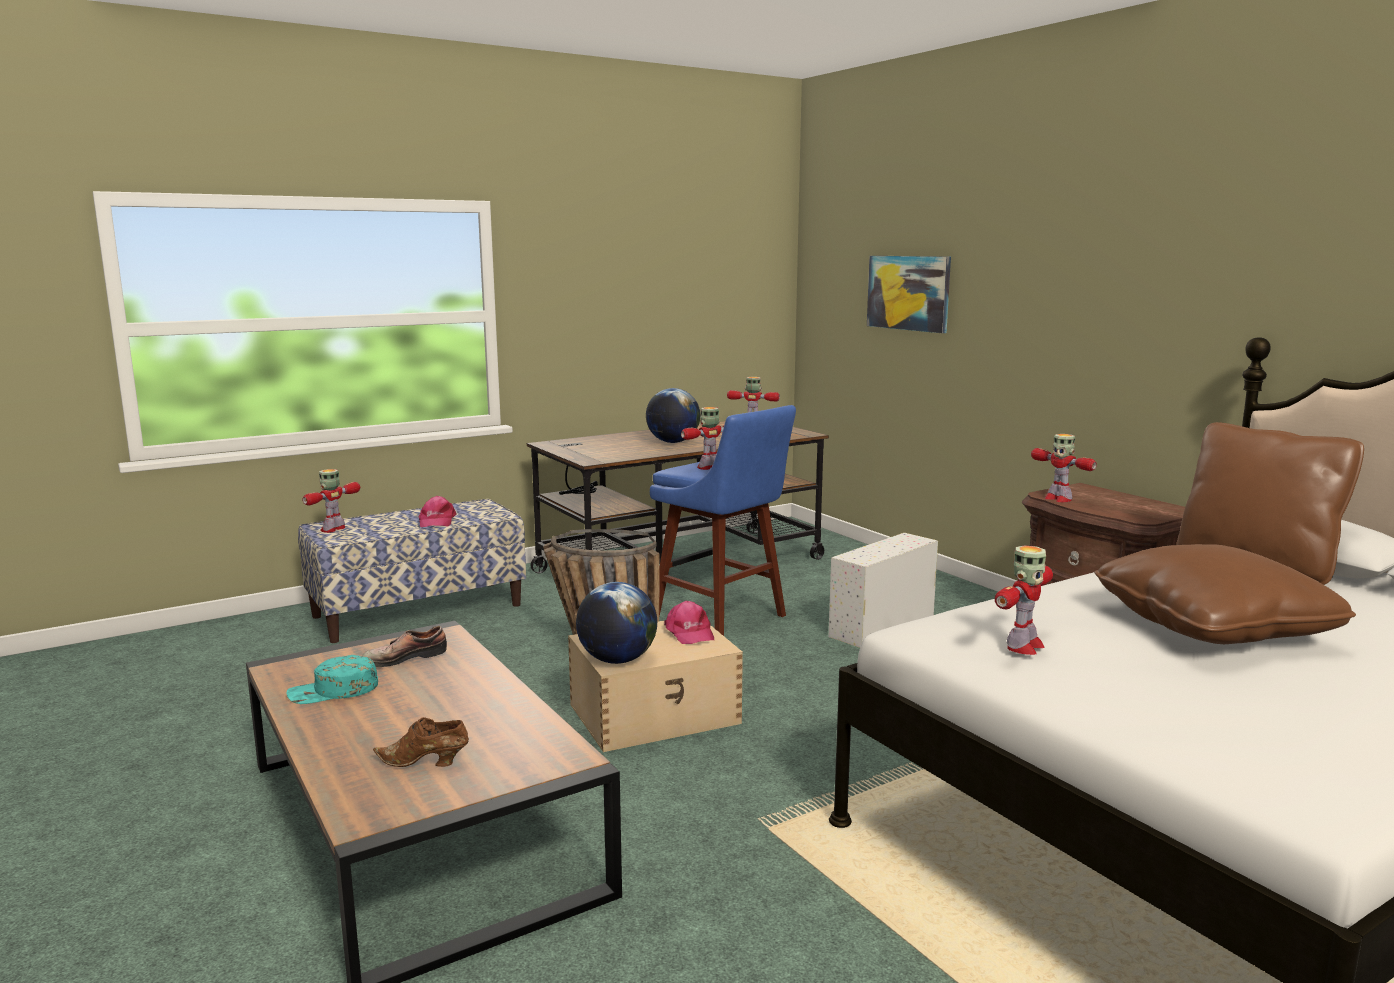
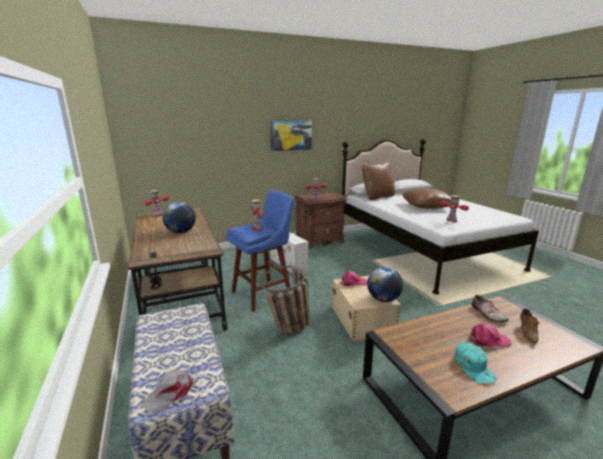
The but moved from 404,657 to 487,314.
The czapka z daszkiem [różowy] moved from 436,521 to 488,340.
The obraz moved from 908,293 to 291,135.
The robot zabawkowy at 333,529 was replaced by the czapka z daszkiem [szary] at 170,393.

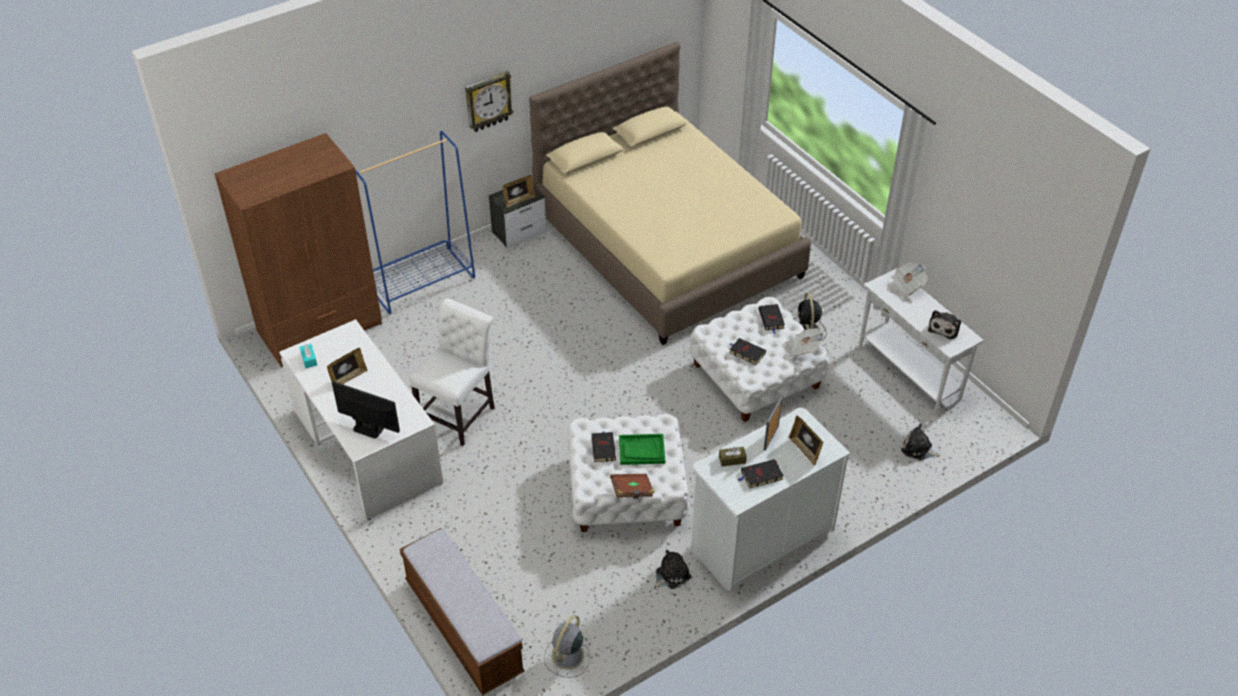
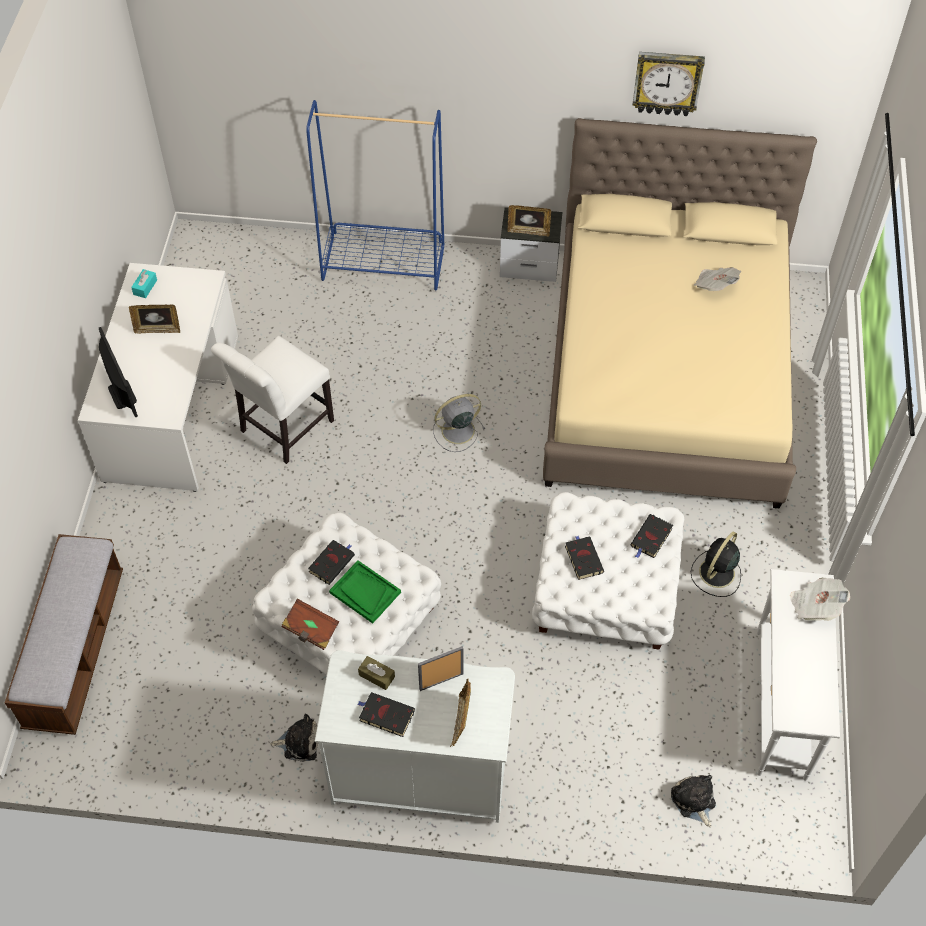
The szafa [brązowy] at 320,328 disappeared.
The pluszak at 944,328 disappeared.
The zegar ścienny moved from 488,101 to 667,82.
The wentylator [szary] moved from 567,656 to 456,431.
The gazeta moved from 802,349 to 715,286.
The krzesło [biały] at 460,414 turned 150 degrees clockwise.

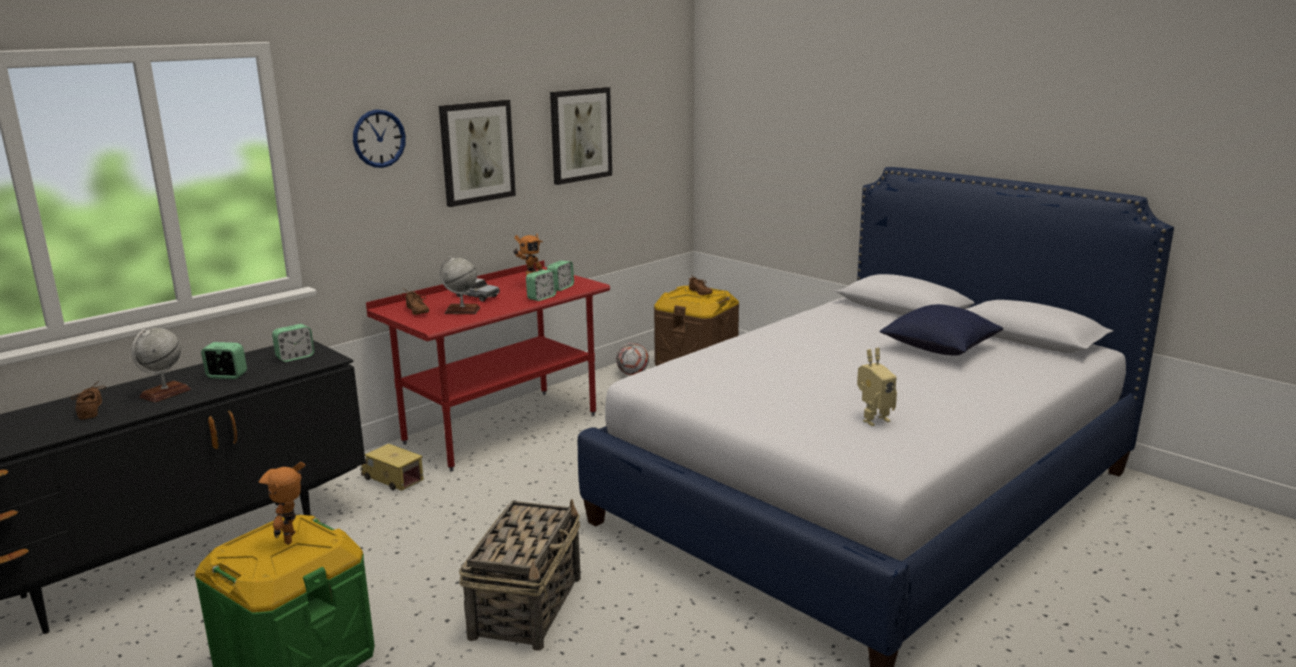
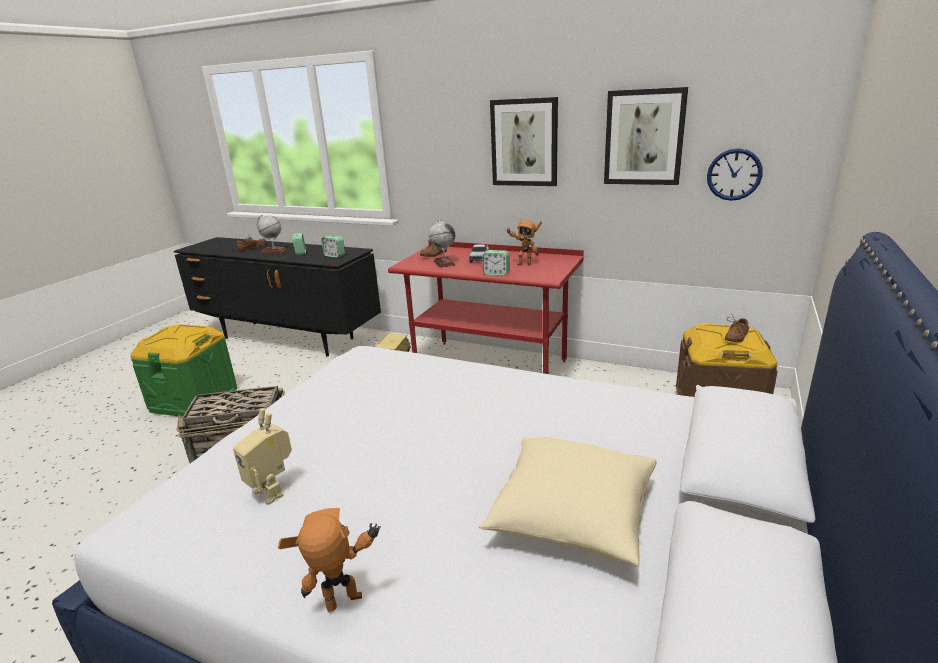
The budzik at 561,288 disappeared.
The piłka futbolowa at 632,374 disappeared.
The robot zabawkowy moved from 294,538 to 346,607.
The zegar ścienny moved from 379,138 to 734,174.
The poduszka [niebieski] at 939,348 became the poduszka [beżowy] at 571,516.

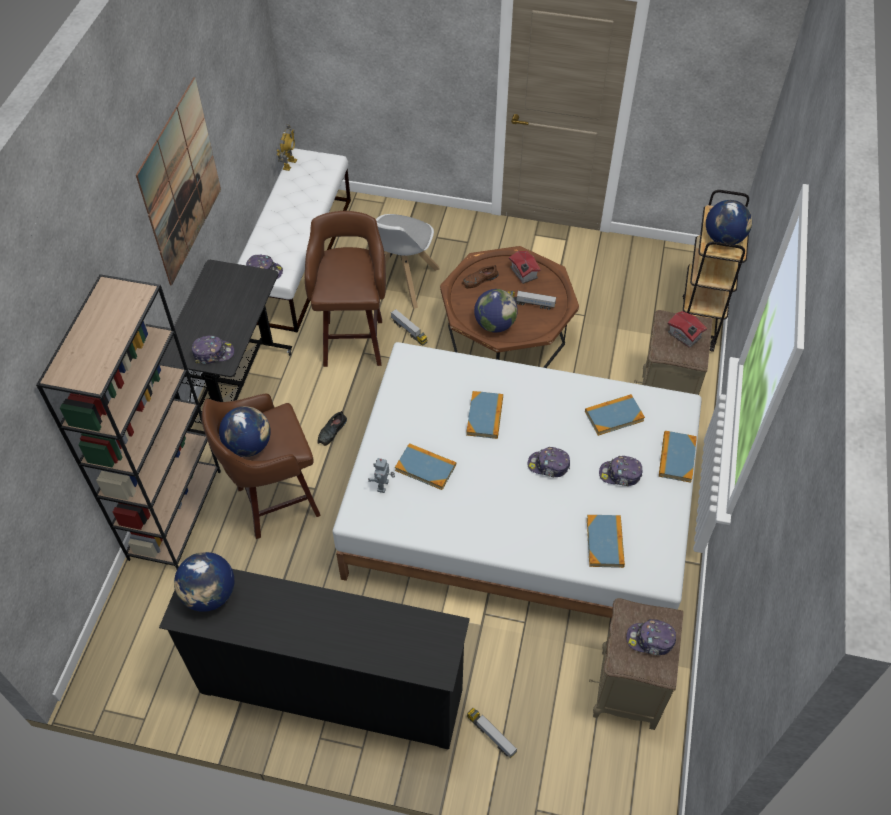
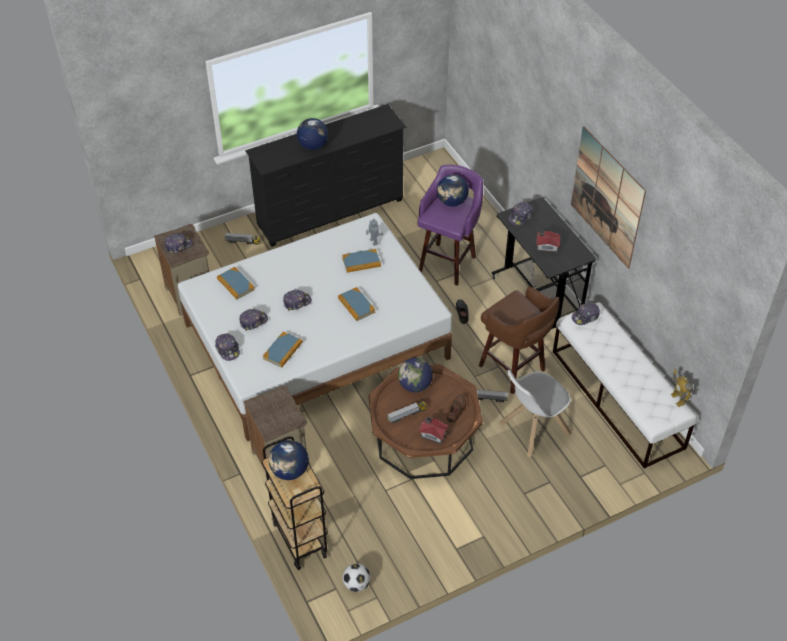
The regał [beżowy] at 175,514 disappeared.
The piłka futbolowa at 356,584 appeared.
The globus moved from 209,595 to 313,146.
The domek moved from 684,336 to 546,246.
The książka at 676,458 was replaced by the czapka z daszkiem at 228,349.
The stołek [brązowy] at 274,503 became the stołek [fioletowy] at 448,262.
The krzesło at 400,281 turned 105 degrees counterclockwise.

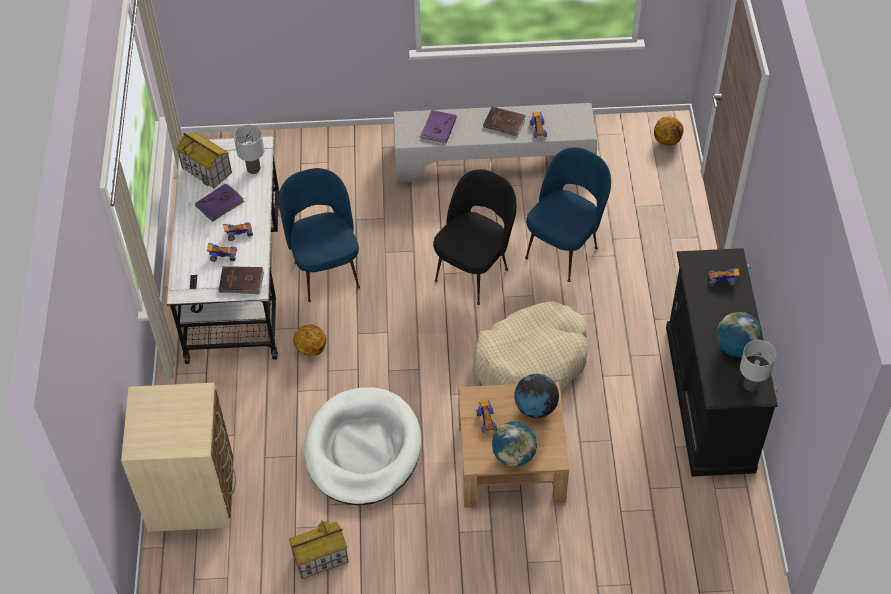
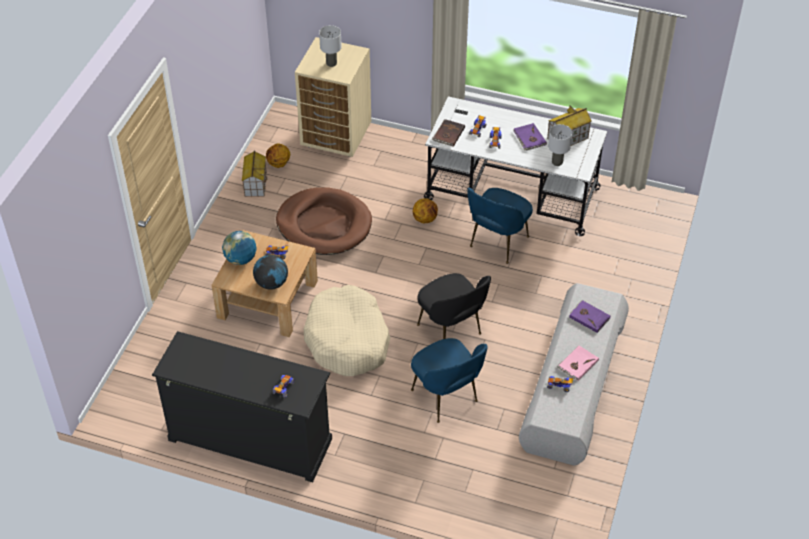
The globus at 735,347 disappeared.
The piłka do koszykówki moved from 667,140 to 278,164.
The lampa stołowa [biały] moved from 750,386 to 331,63.
The legowisko [biały] at 363,449 became the legowisko [brązowy] at 324,224.
The książka [brązowy] at 504,123 became the książka [różowy] at 577,364.
The krzesło [niebieski] at 325,270 turned 120 degrees clockwise.

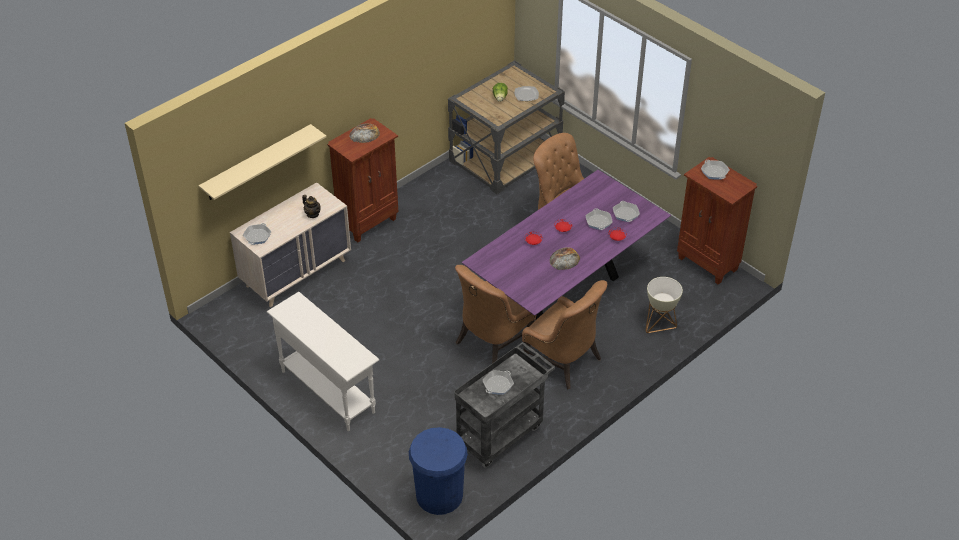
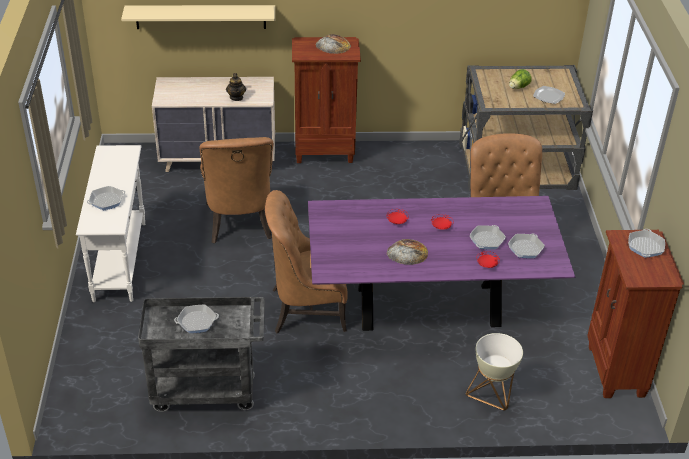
The kosz na śmieci [niebieski] at 439,495 disappeared.
The patelnia moved from 257,236 to 106,201.
The krzesło [brązowy] moved from 563,360 to 239,221.

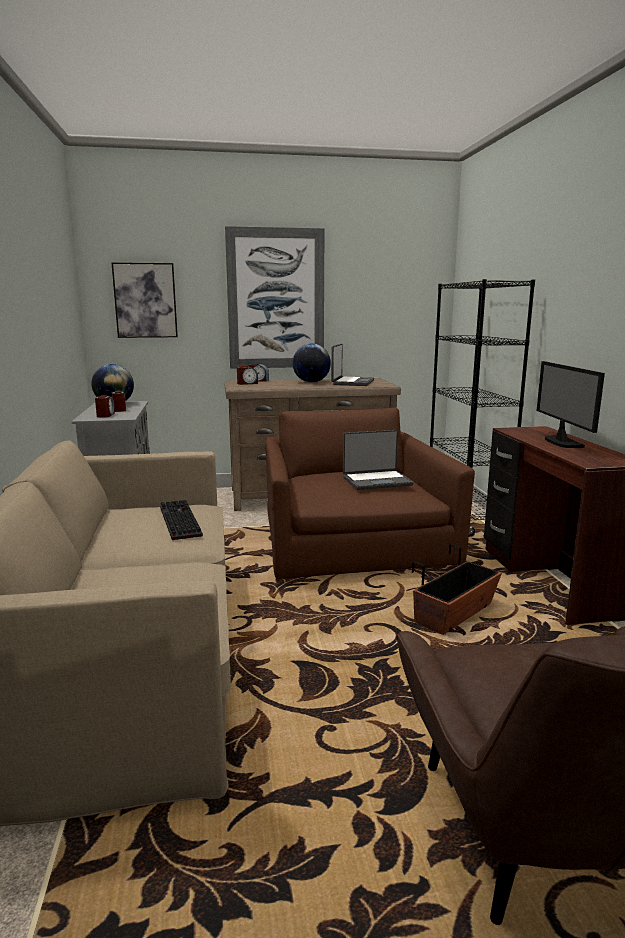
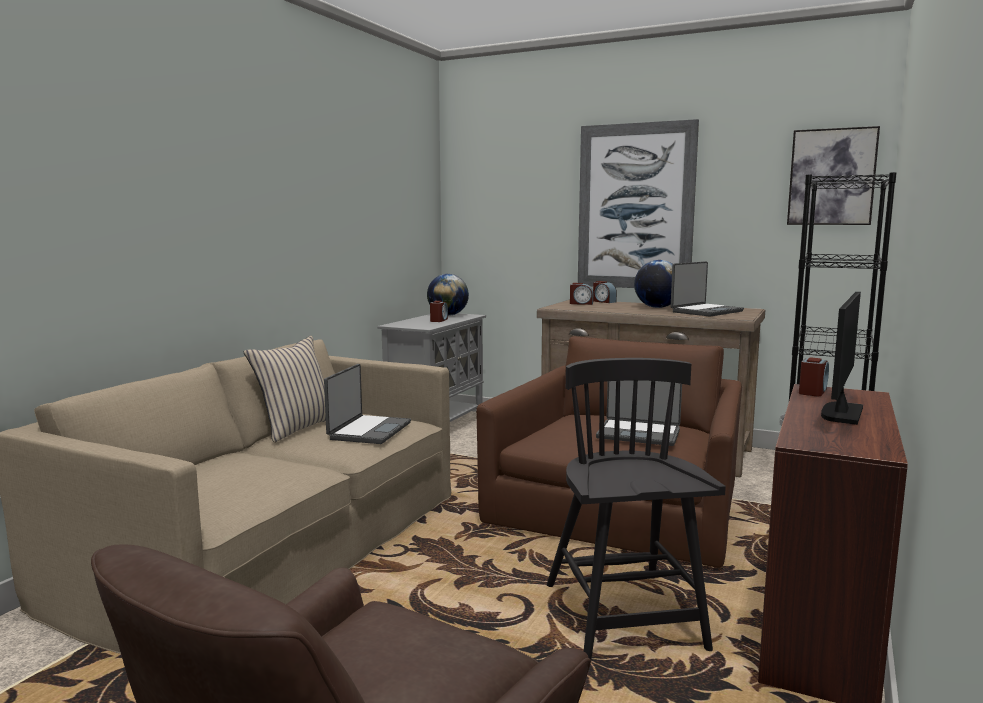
The poduszka [beżowy] at 296,428 appeared.
The budzik moved from 105,415 to 812,391.
The obraz moved from 145,300 to 831,177.
The klawiatura at 178,521 was replaced by the laptop at 368,431.
The donica at 455,614 was replaced by the krzesło [czarny] at 624,618.

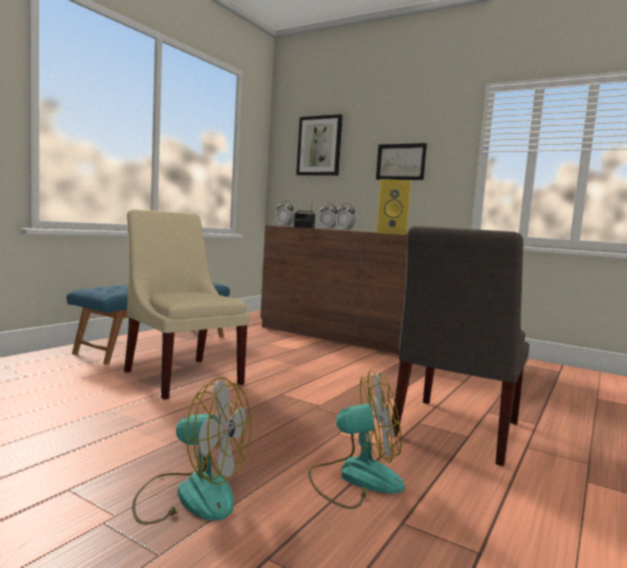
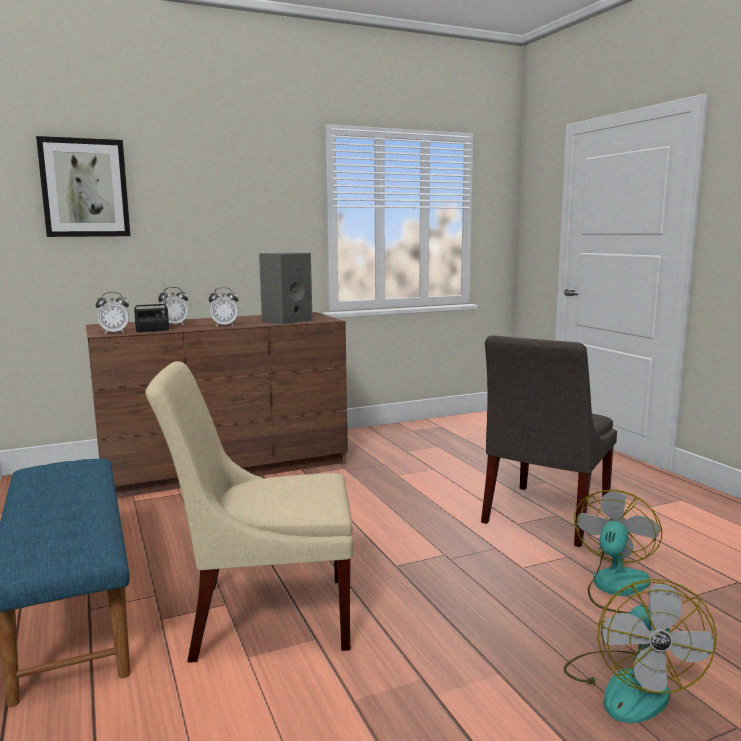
The obraz at 400,162 disappeared.
The głośnik [żółty] at 392,233 became the głośnik [szary] at 287,320.
The wentylator at 191,495 turned 135 degrees clockwise.
The krzesło [szary] at 454,431 turned 60 degrees clockwise.

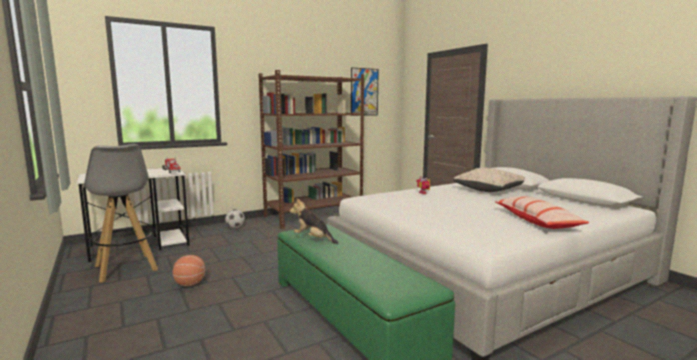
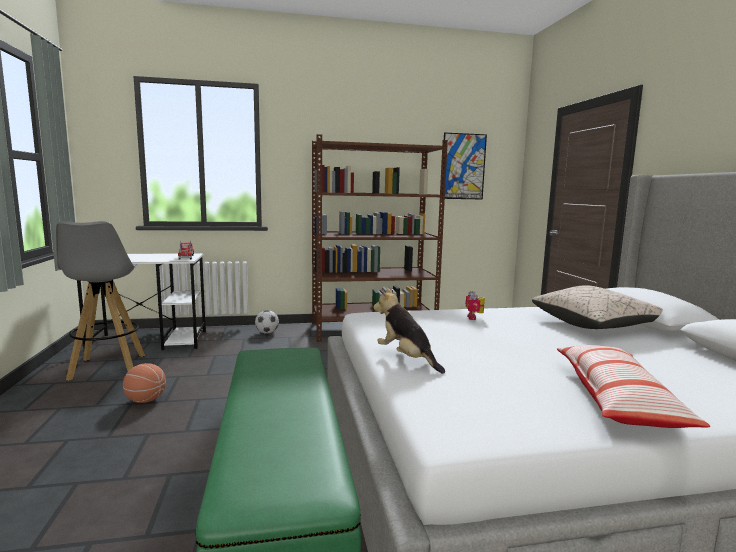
The pluszak moved from 313,239 to 406,359.

